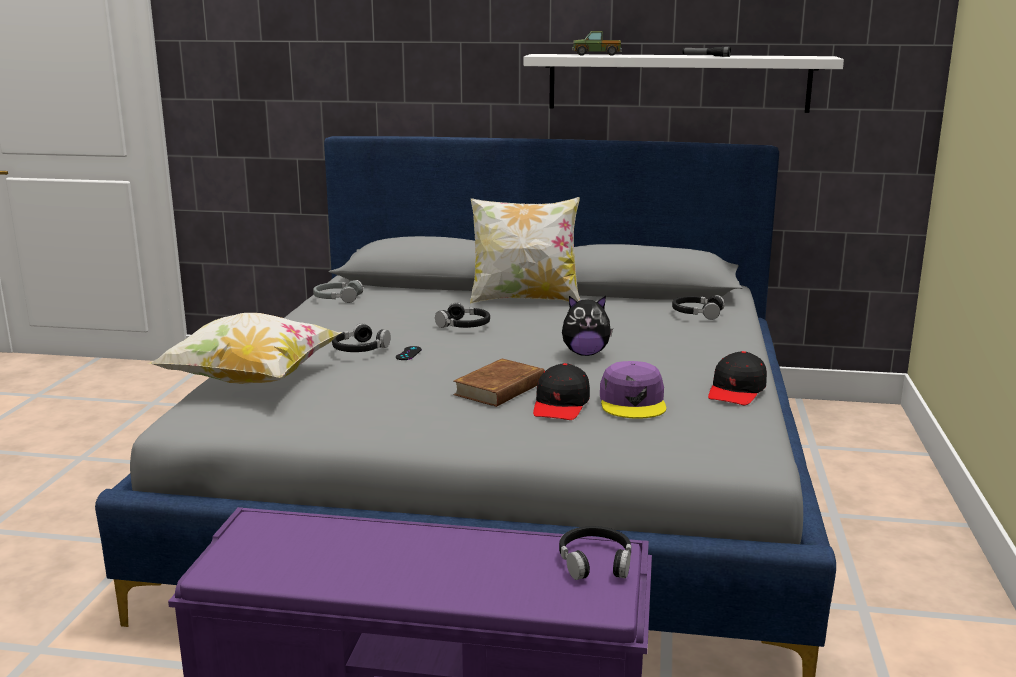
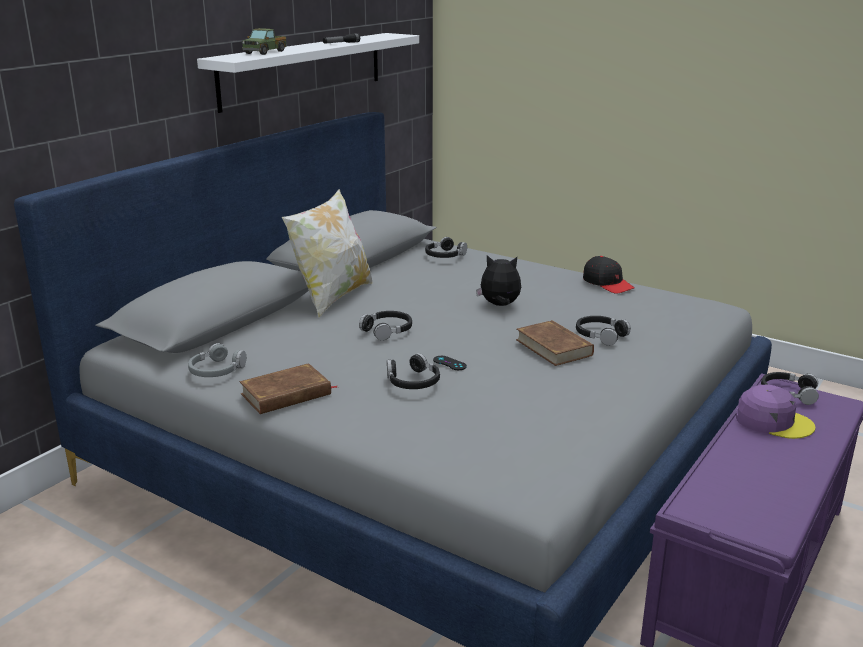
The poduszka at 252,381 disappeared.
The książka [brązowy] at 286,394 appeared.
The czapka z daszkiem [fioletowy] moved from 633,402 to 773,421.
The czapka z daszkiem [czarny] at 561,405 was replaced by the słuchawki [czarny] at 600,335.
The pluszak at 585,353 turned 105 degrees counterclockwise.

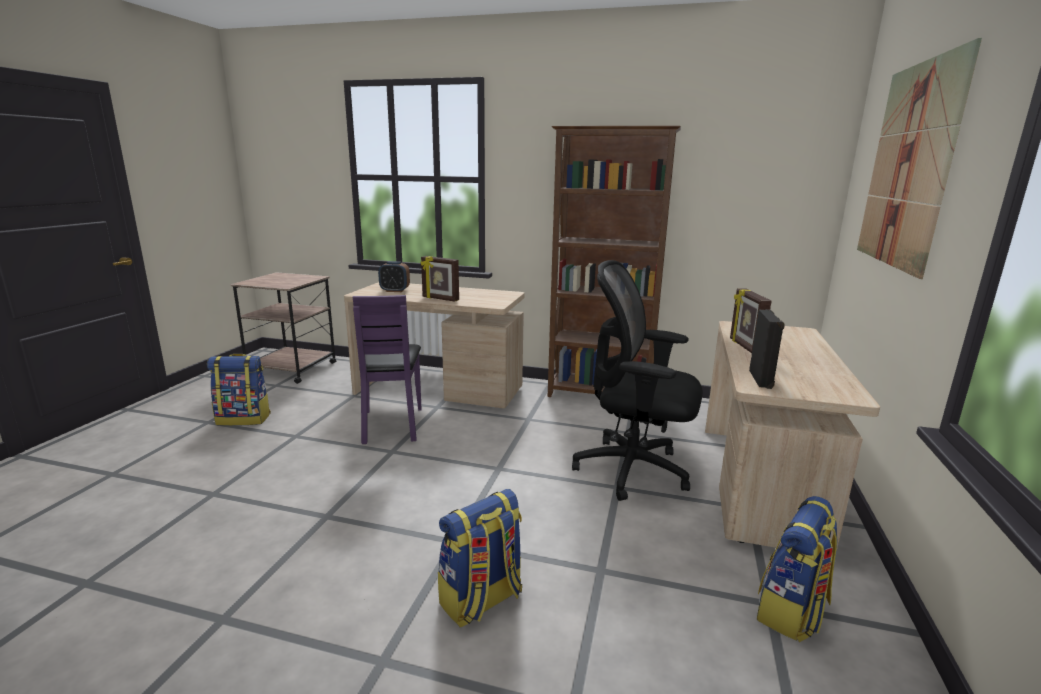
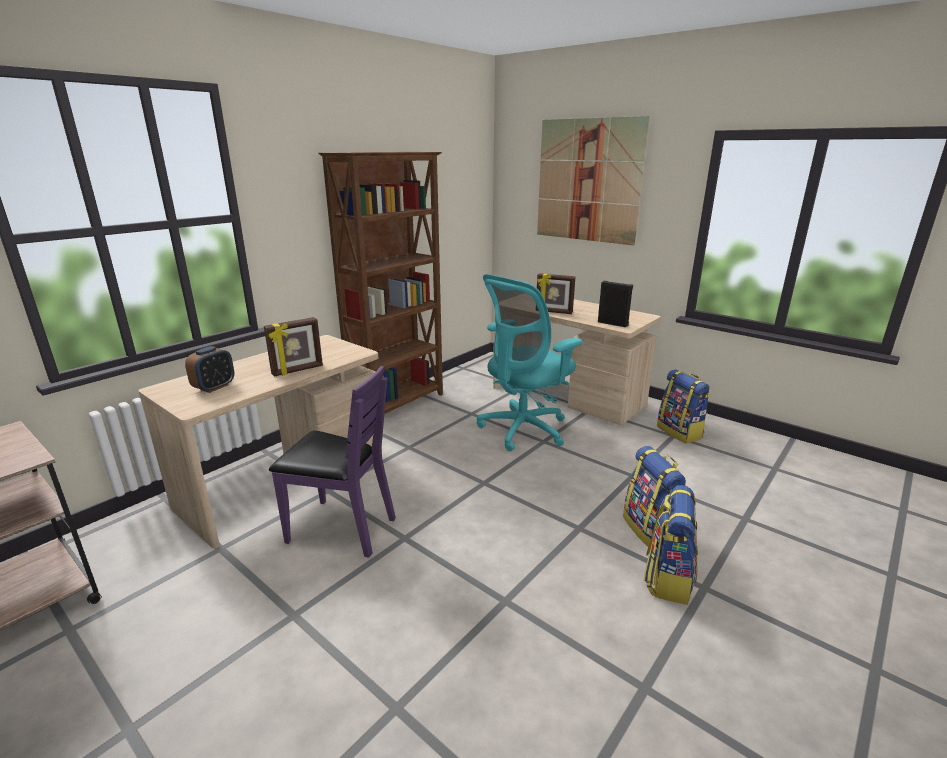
The plecak moved from 244,419 to 667,578.
The krzesło biurowe [czarny] at 638,469 became the krzesło biurowe [turkusowy] at 526,426.

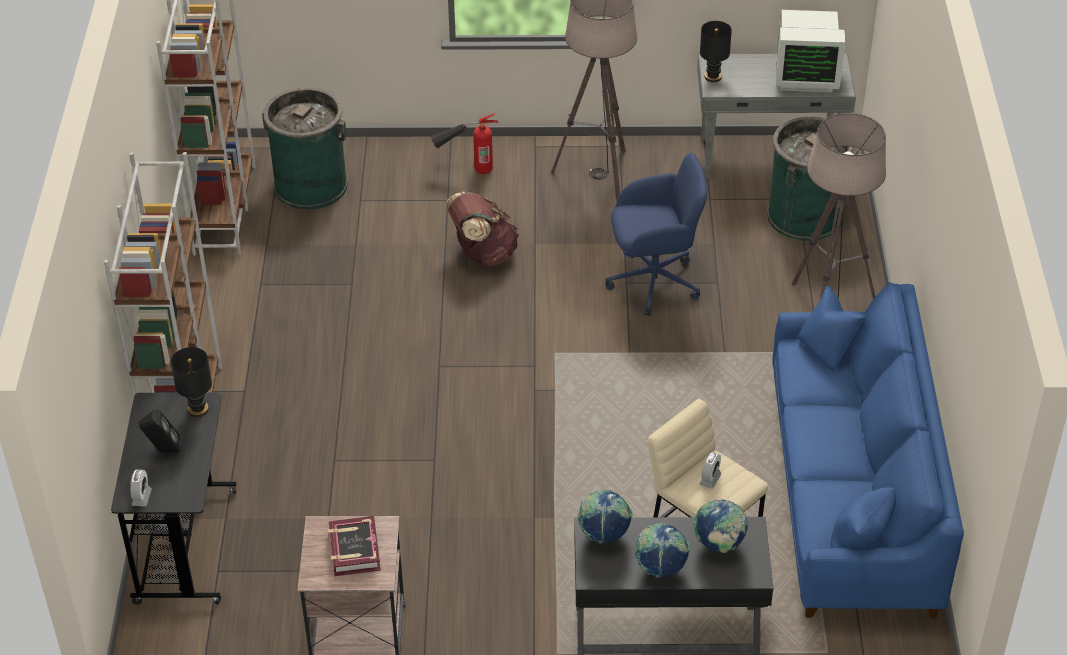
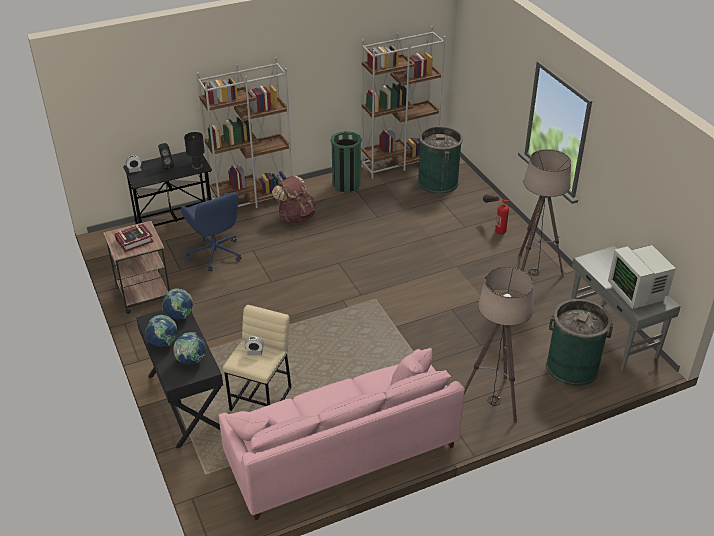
The lampa stołowa [czarny] at 713,77 disappeared.
The kosz na śmieci [zielony] at 346,185 appeared.
The plecak [brązowy] moved from 483,253 to 296,216.
The krzesło biurowe [niebieski] moved from 654,284 to 215,254.
The kanapa [niebieski] at 851,492 became the kanapa [różowy] at 340,452.

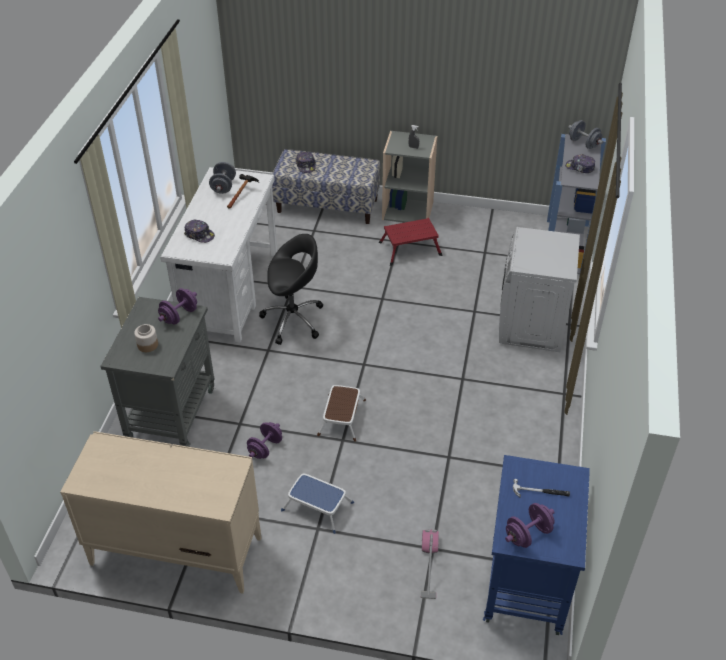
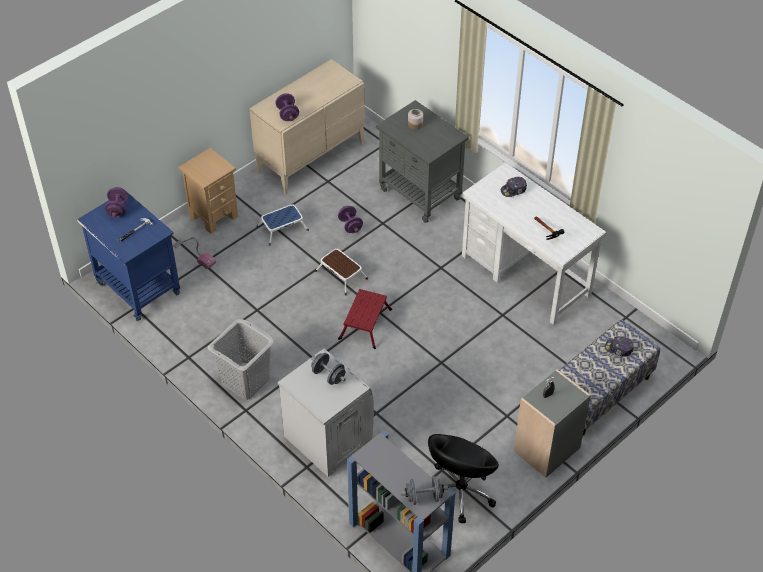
The czapka z daszkiem at 579,168 disappeared.
The szafka nocna [beżowy] at 214,216 appeared.
The kosz na pranie [szary] at 245,381 appeared.
The hantel [fioletowy] moved from 179,316 to 287,114.
The hantel [szary] moved from 223,187 to 328,375.
The krzesło biurowe [czarny] moved from 294,319 to 458,493.
The drabinka [czerwony] moved from 409,248 to 365,323.

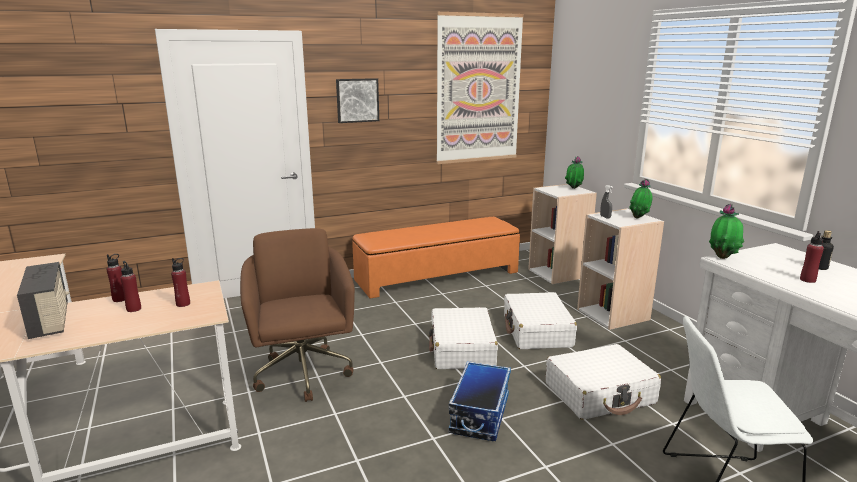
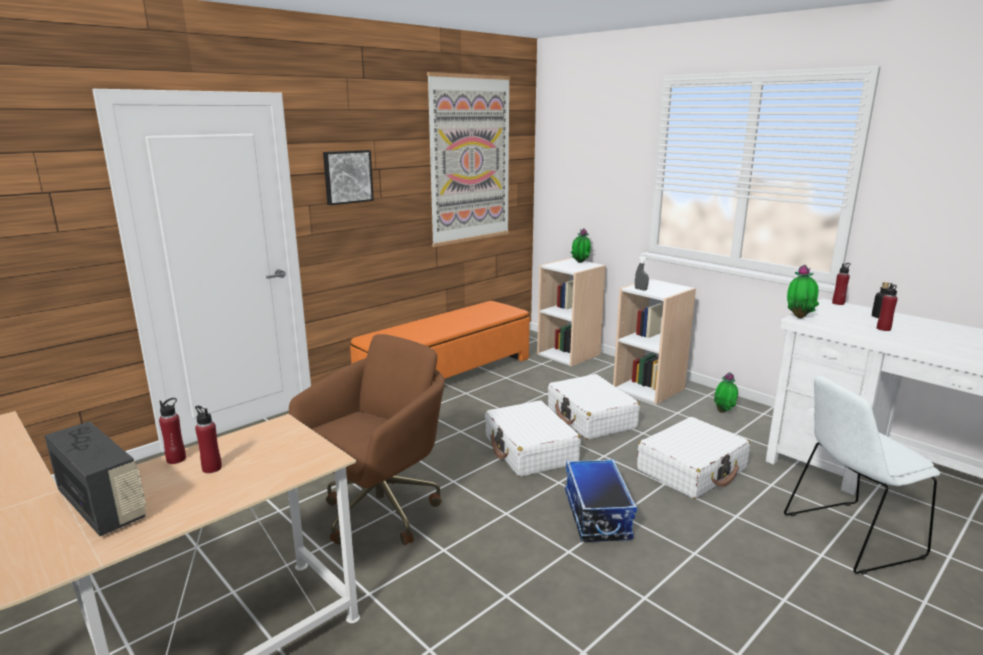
The butelka [czerwony] moved from 183,304 to 838,303.
The roślina doniczkowa moved from 639,218 to 724,412.
The krzesło biurowe [brązowy] at 304,377 turned 75 degrees clockwise.

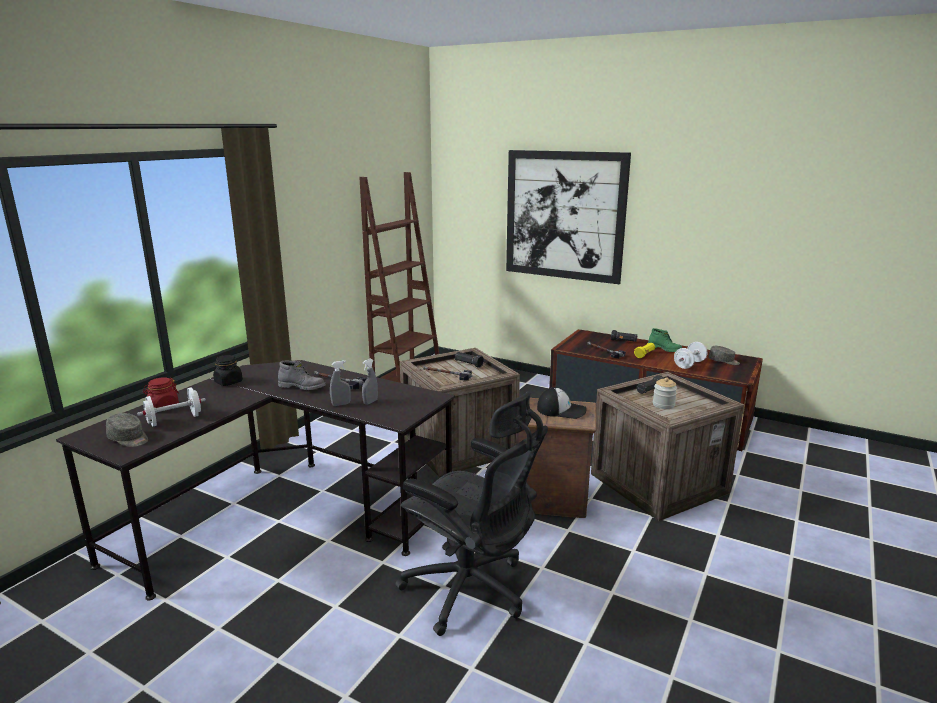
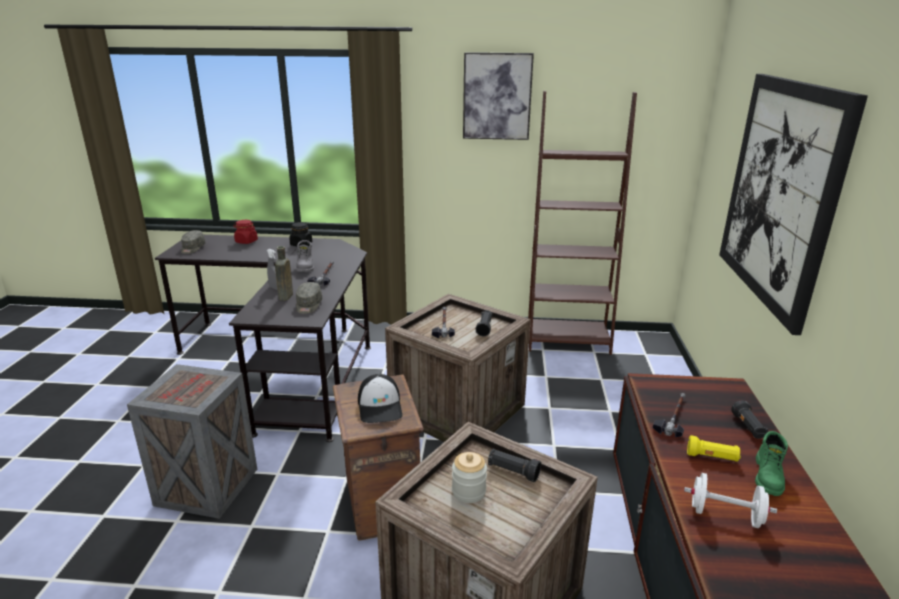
The hantel [biały] at 174,420 disappeared.
The obraz at 497,96 appeared.
The czapka z daszkiem [szary] moved from 723,361 to 308,305.
The spryskiwacz [szary] at 370,402 was replaced by the butelka [brązowy] at 285,297.
The krzesło biurowe at 470,591 was replaced by the skrzynka at 205,487.

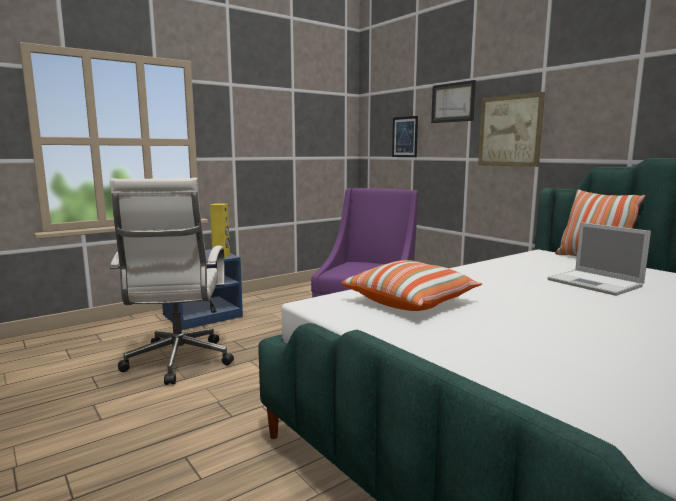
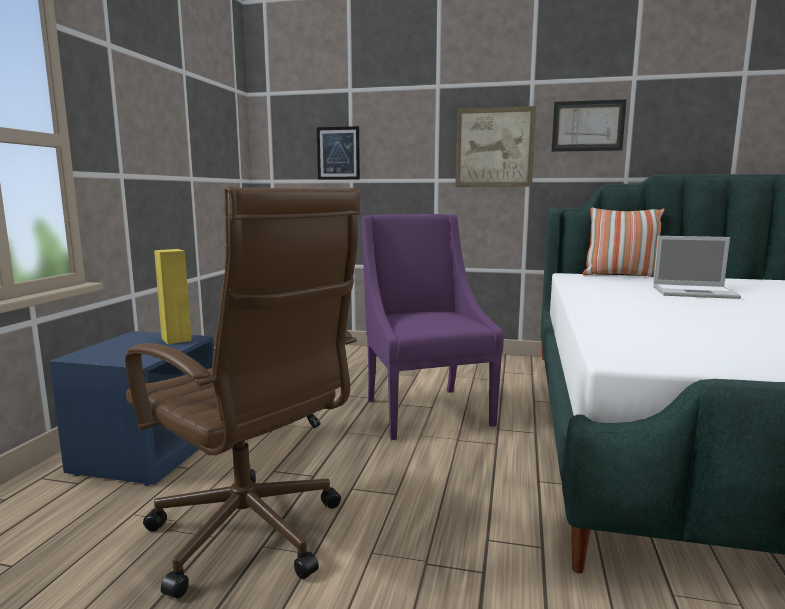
The poduszka at 411,302 disappeared.
The obraz moved from 453,102 to 587,126.
The krzesło biurowe [biały] at 178,363 became the krzesło biurowe [brązowy] at 252,537.

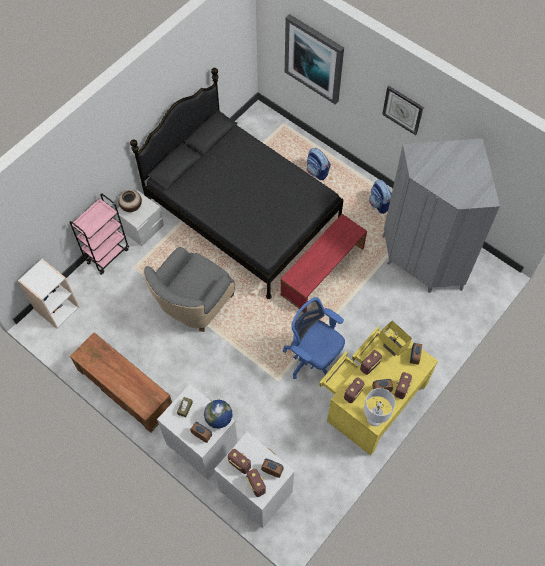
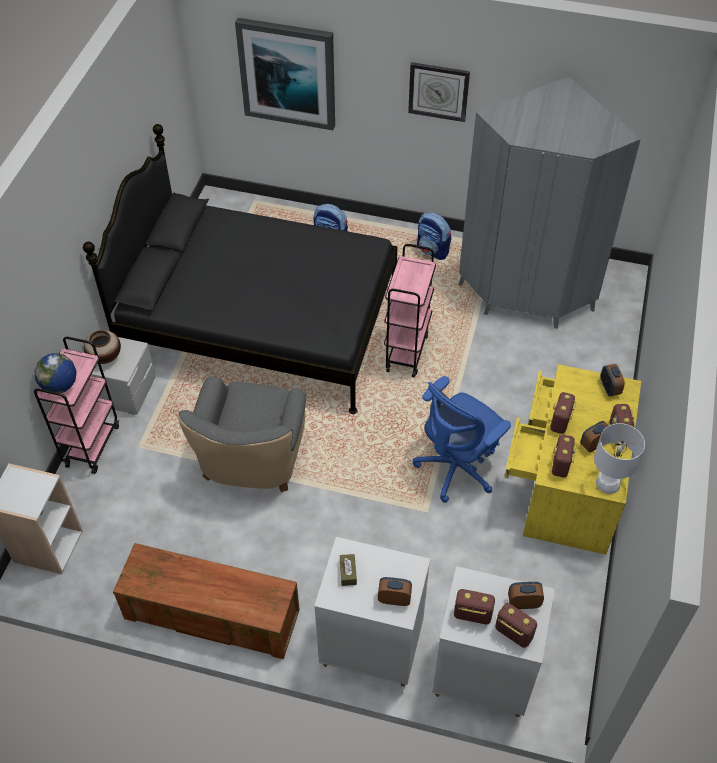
The lampa stołowa [żółty] at 392,347 disappeared.
The globus moved from 219,418 to 60,385.
The ławka [czerwony] at 322,270 was replaced by the wózek [różowy] at 406,353.
The krzesło biurowe [niebieski] at 314,358 turned 60 degrees counterclockwise.

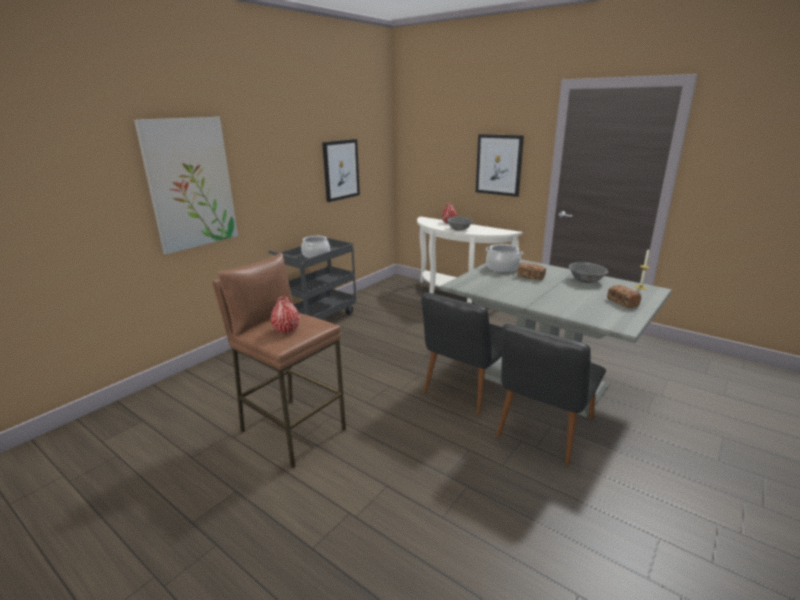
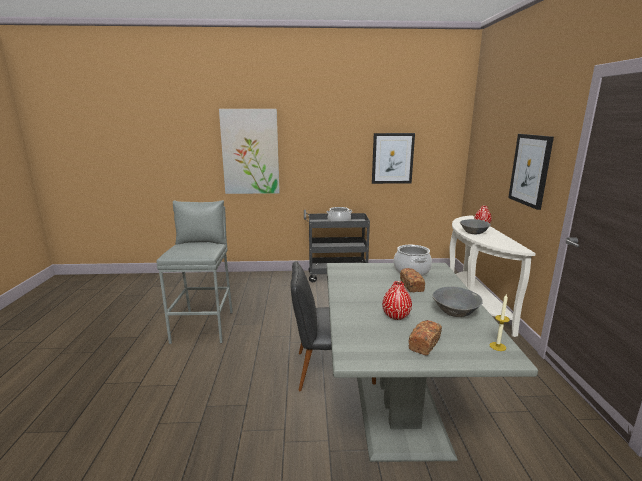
The krzesło [czarny] at 545,427 disappeared.
The wazon [czerwony] moved from 286,330 to 396,316.
The stołek [brązowy] at 292,430 became the stołek [szary] at 204,326.

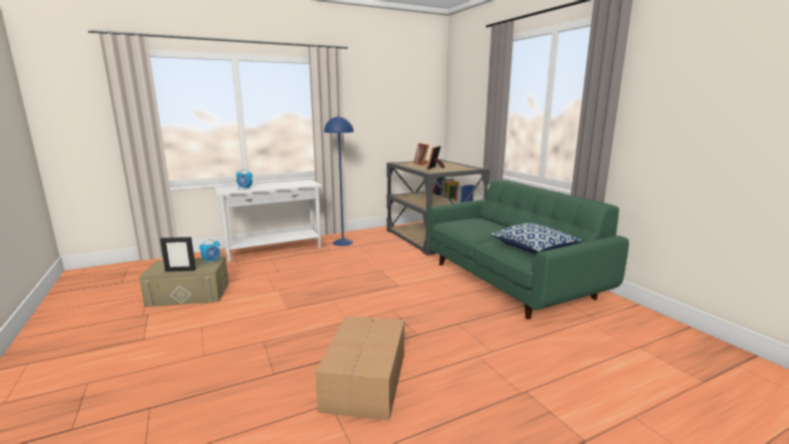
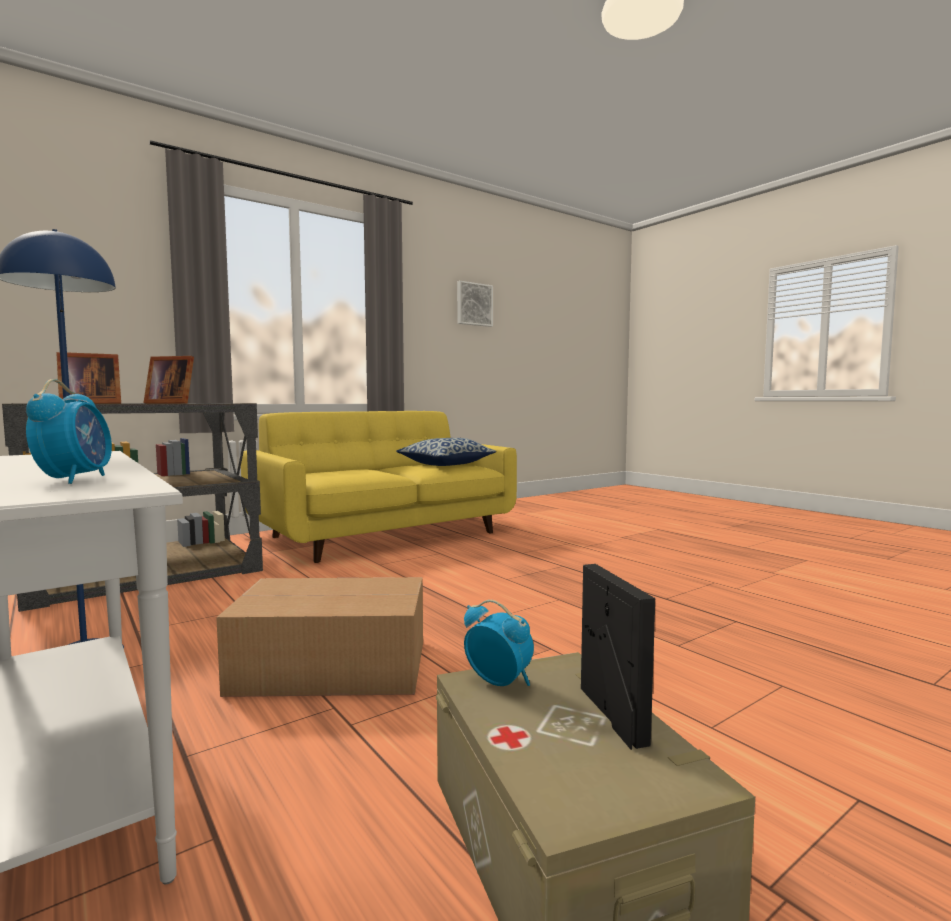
The obraz at 474,304 appeared.
The karton moved from 364,381 to 334,667.
The kanapa [zielony] at 510,280 became the kanapa [żółty] at 385,535.

